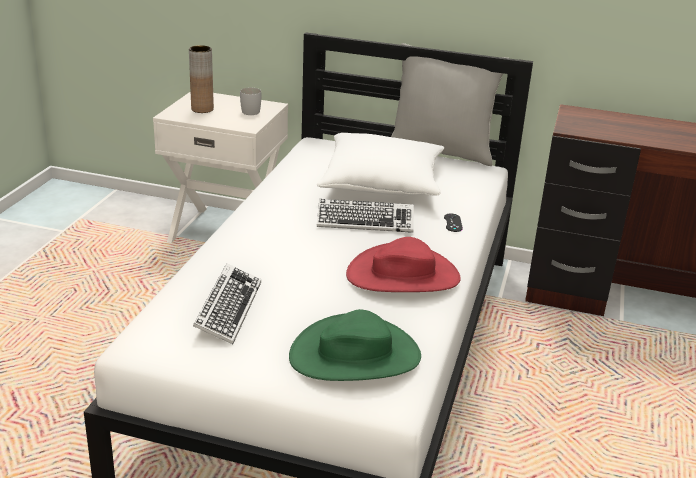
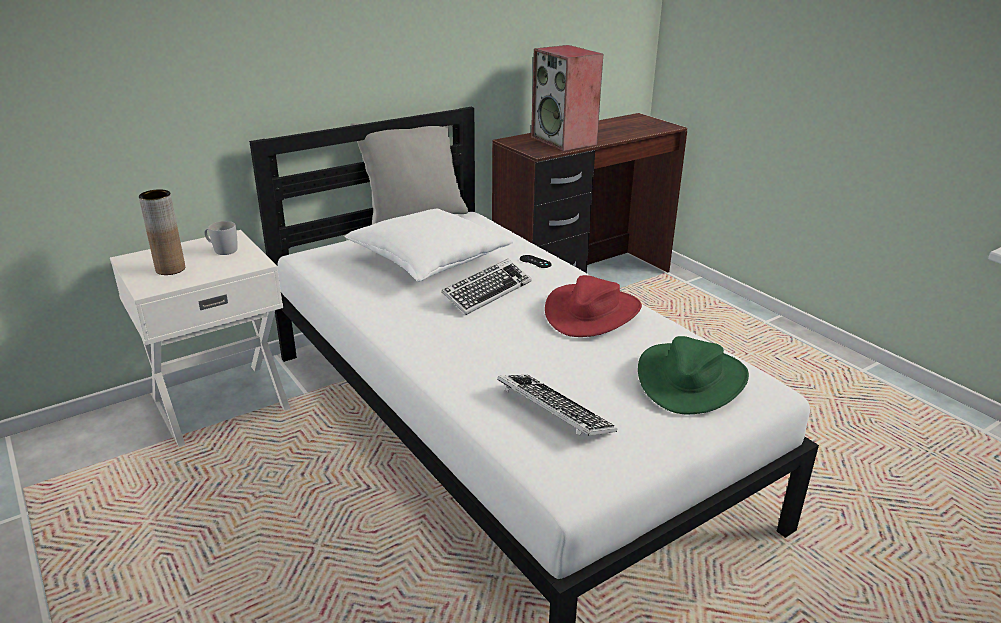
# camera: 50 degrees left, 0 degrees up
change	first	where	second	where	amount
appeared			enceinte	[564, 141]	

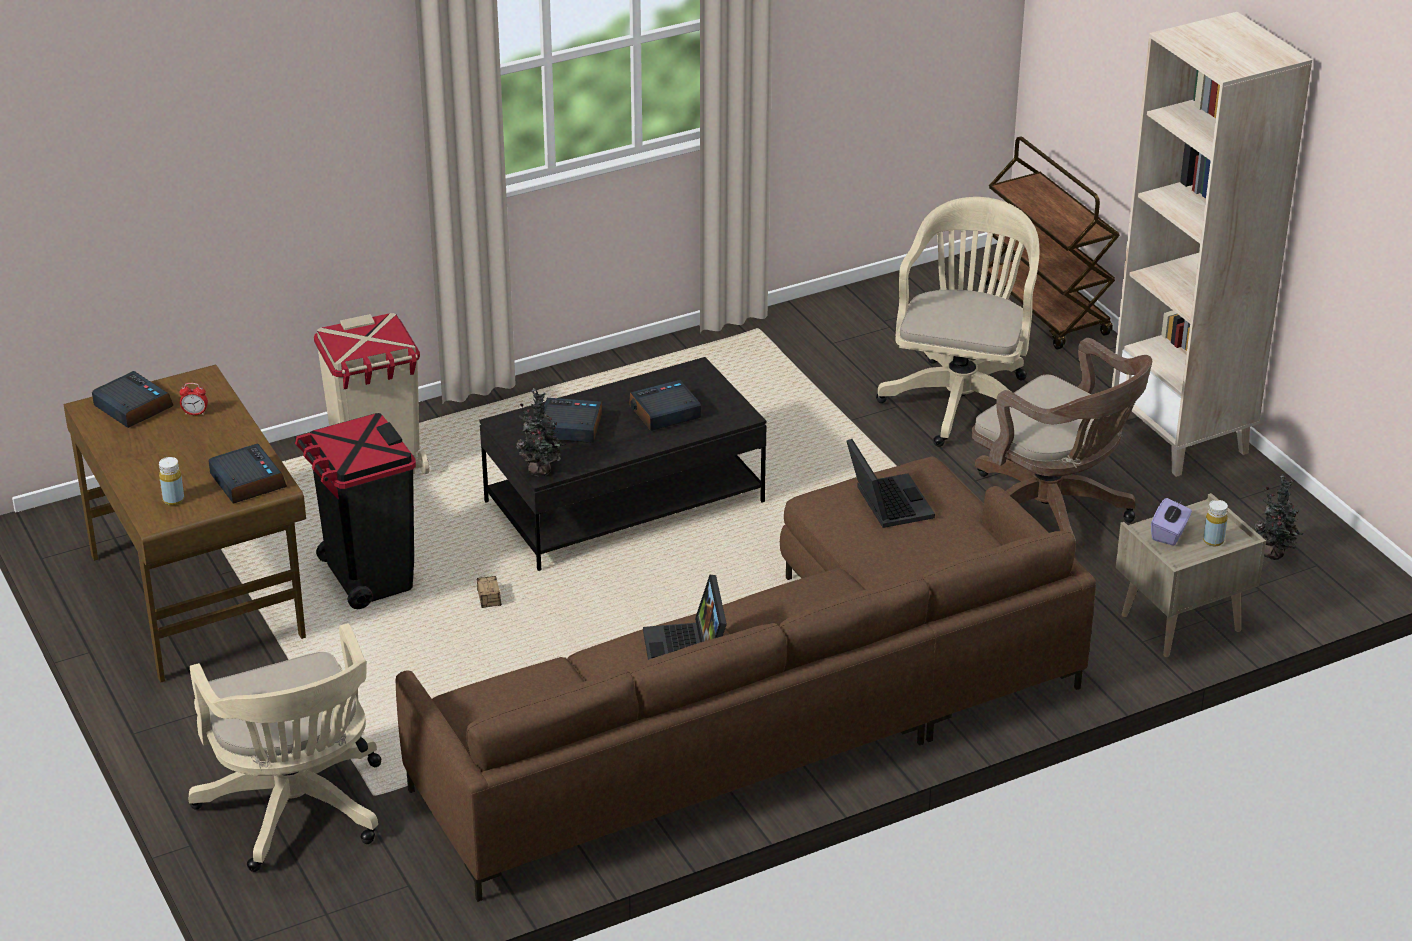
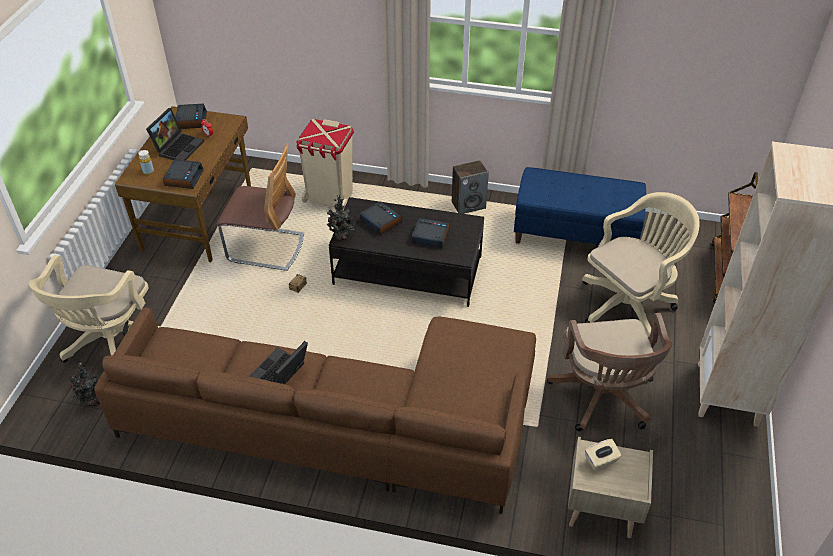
# camera: 40 degrees right, 10 degrees up
change	first	where	second	where	amount
relocated	plante en pot	[1275, 555]		[94, 403]	
relocated	ordinateur portable	[886, 502]		[178, 146]	
exchanged	poubelle/noir	[368, 578]	chaise	[266, 248]	
appeared			enceinte	[468, 205]	
appeared			banc/bleu	[575, 235]	
colour	boîte à mouchoirs/violet	[1169, 533]	boîte à mouchoirs/beige	[601, 461]	
missing	bouteille/jaune	[1213, 541]			

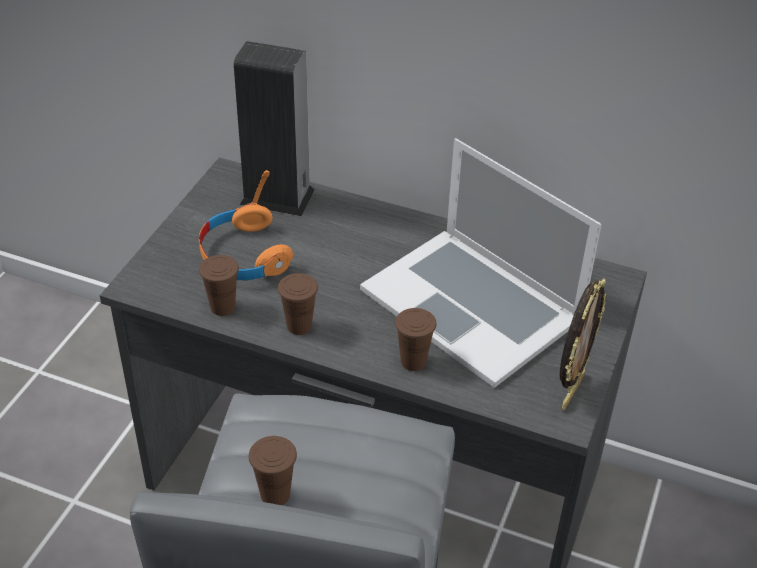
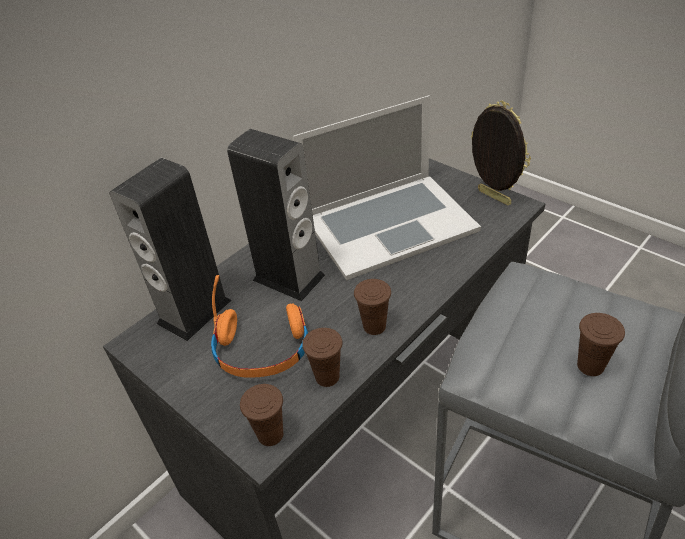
# camera: 65 degrees left, 0 degrees up
change	first	where	second	where	amount
appeared			enceinte	[289, 277]	
relocated	tasse/marron	[413, 361]		[270, 434]	

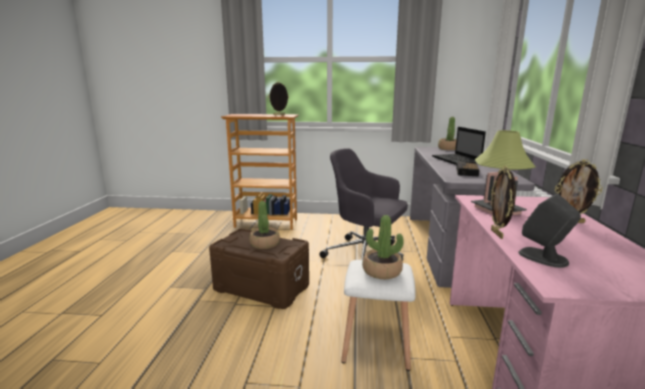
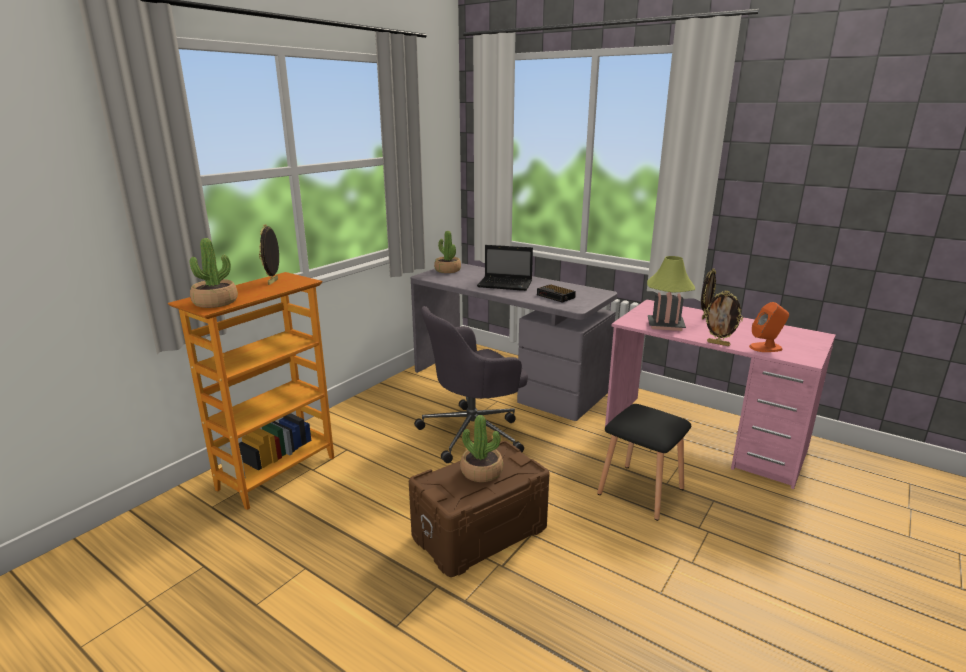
# camera: 60 degrees left, 5 degrees up
change	first	where	second	where	amount
relocated	plante en pot	[382, 271]		[215, 302]	
colour	tabouret/blanc	[375, 343]	tabouret/noir	[639, 491]	
colour	enceinte/gris	[543, 258]	enceinte/orange	[766, 347]	

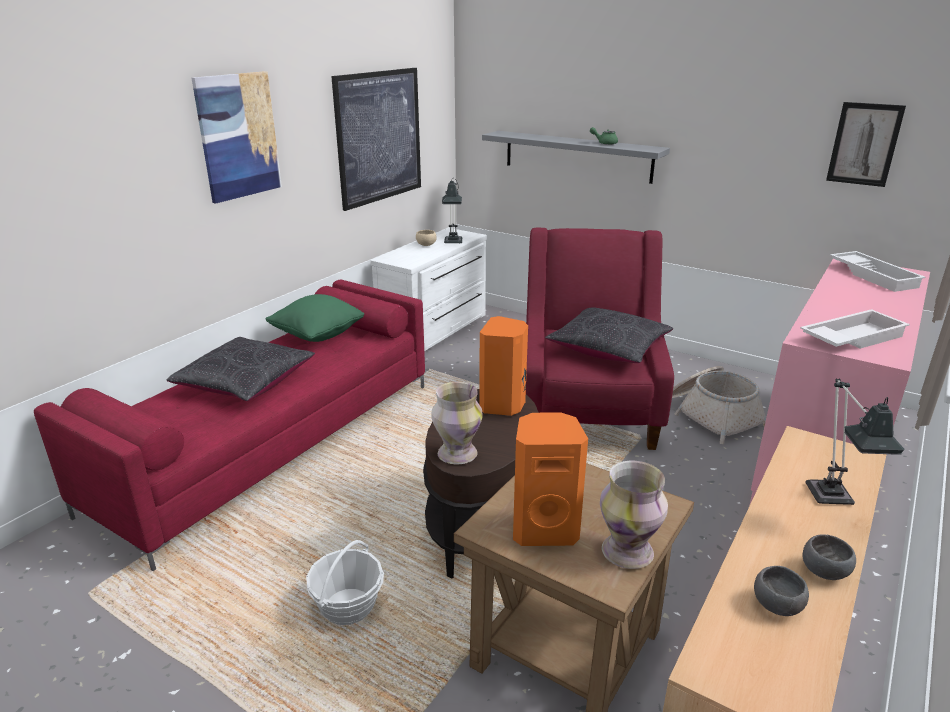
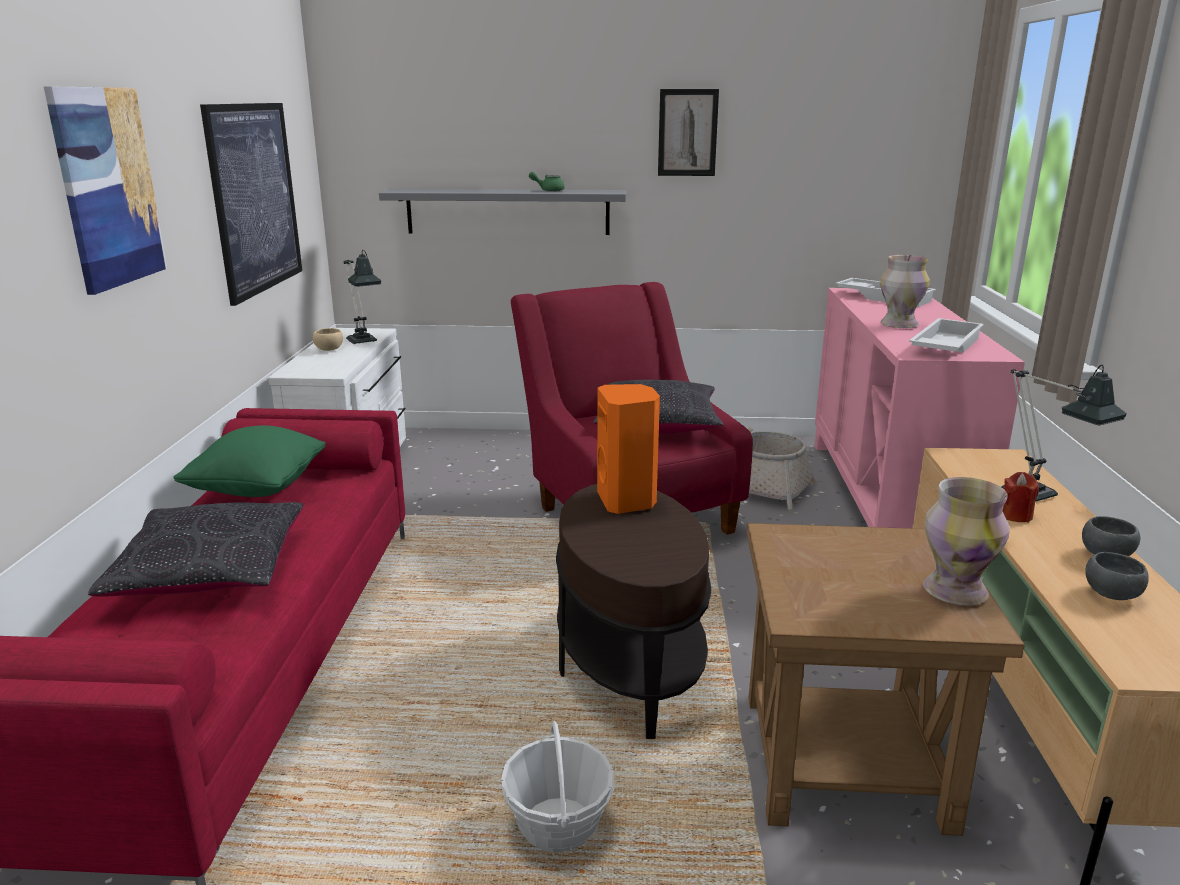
# camera: 30 degrees left, 5 degrees down
change	first	where	second	where	amount
relocated	tableau	[864, 144]		[687, 133]	
relocated	vase	[456, 454]		[898, 325]	
appeared			bougie/rouge	[1015, 516]	
missing	enceinte/orange	[544, 529]			

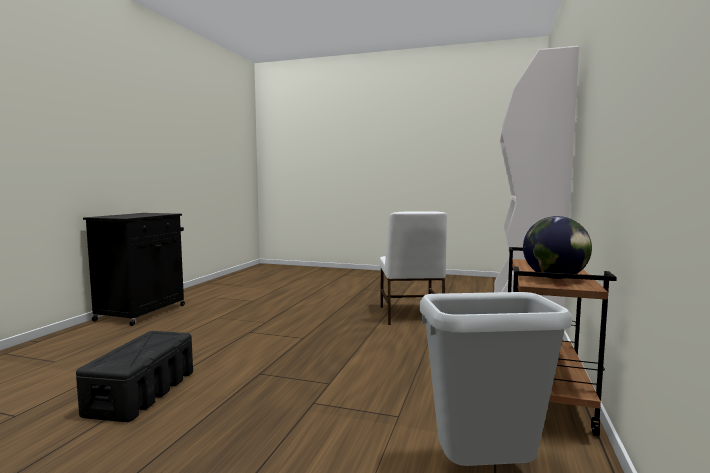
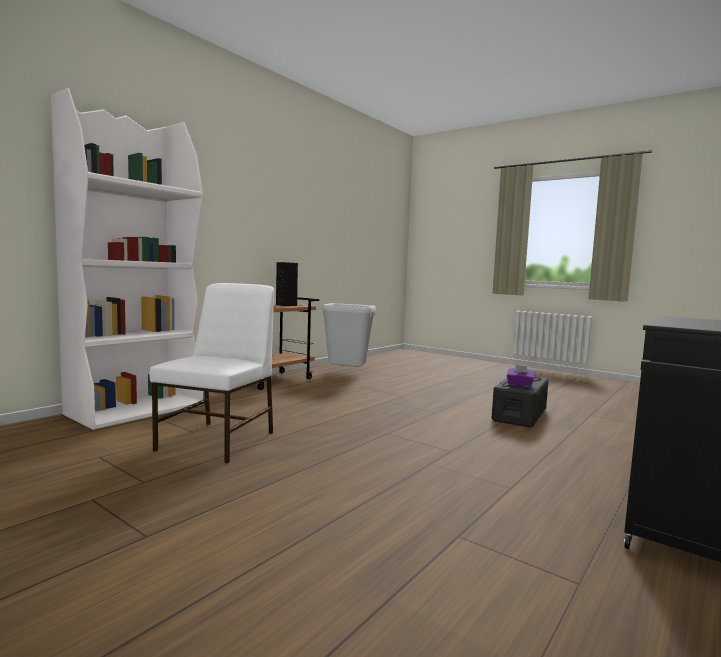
# camera: 160 degrees left, 0 degrees up
change	first	where	second	where	amount
exchanged	globe	[554, 278]	enceinte/noir	[287, 305]	
appeared			boîte à mouchoirs/violet	[520, 385]	

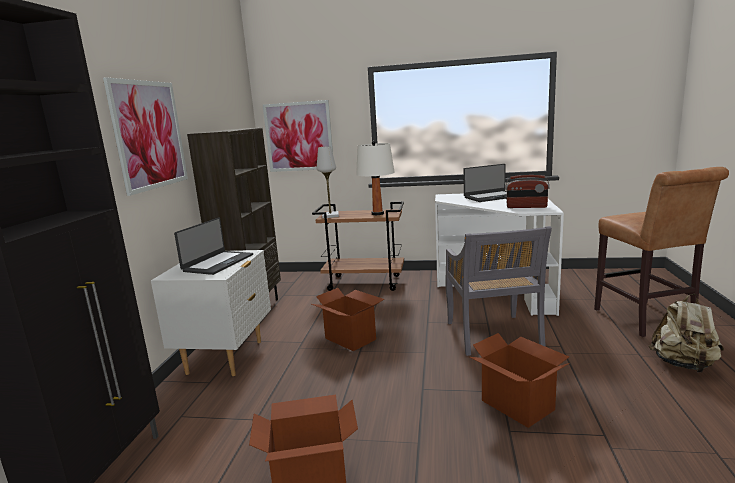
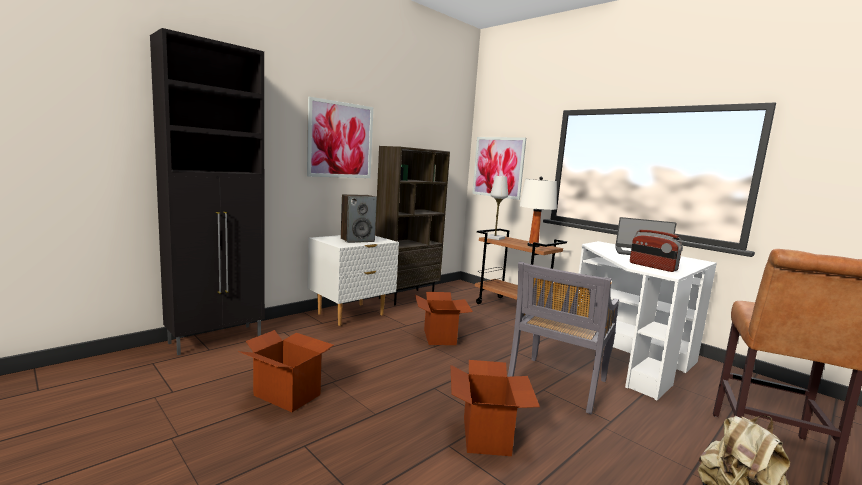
# camera: 35 degrees right, 5 degrees down
change	first	where	second	where	amount
exchanged	ordinateur portable	[217, 263]	enceinte	[357, 240]	

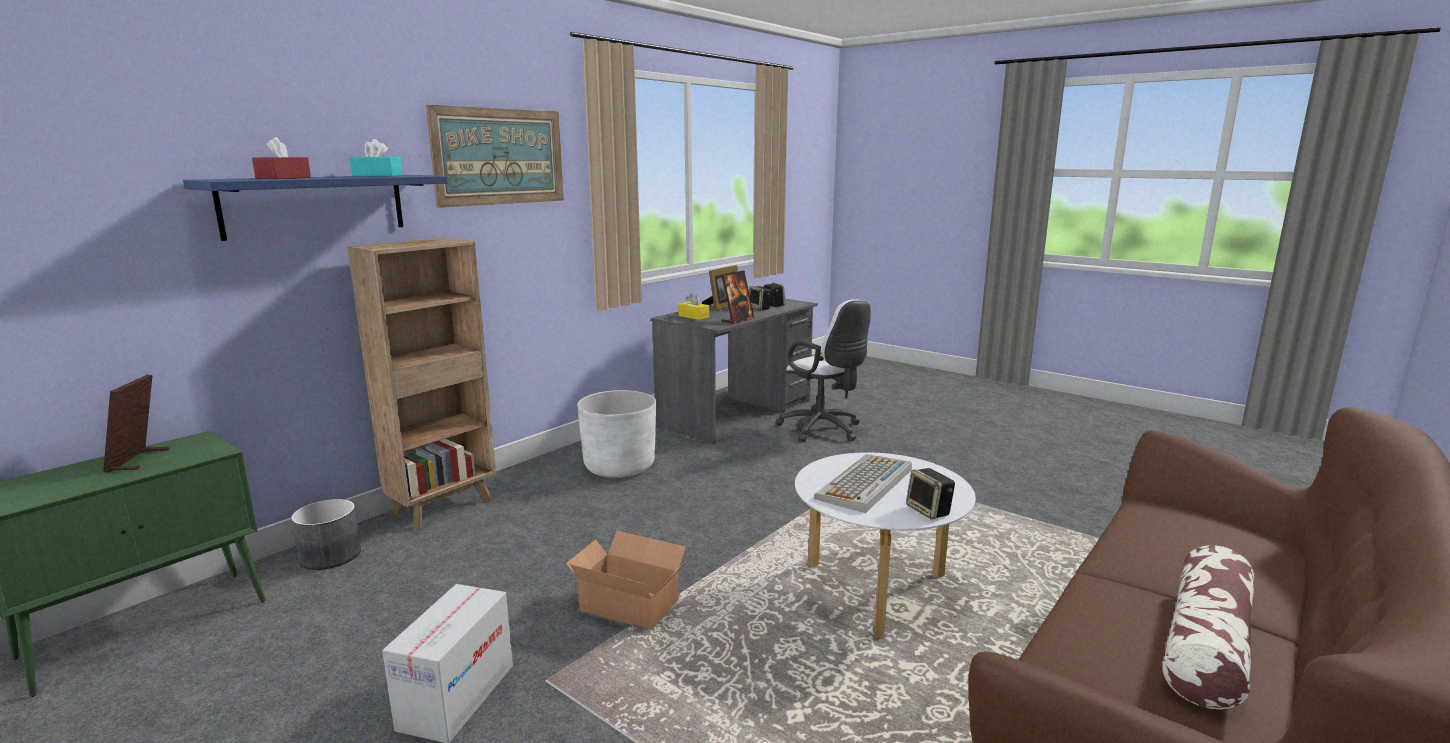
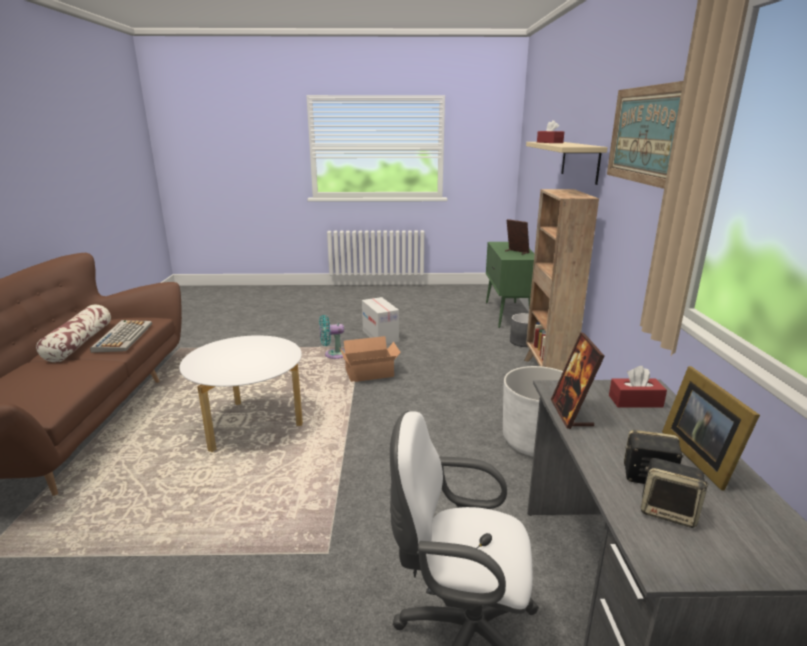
# camera: 140 degrees right, 5 degrees up
change	first	where	second	where	amount
relocated	clavier	[865, 484]		[123, 337]	
appeared			ventilateur/turquoise	[333, 354]	
colour	étagère/bleu	[315, 205]	étagère/beige	[580, 161]	
colour	boîte à mouchoirs/jaune	[693, 316]	boîte à mouchoirs/rouge	[635, 401]	
missing	boîte à mouchoirs/turquoise	[377, 176]			
missing	enceinte	[929, 511]			

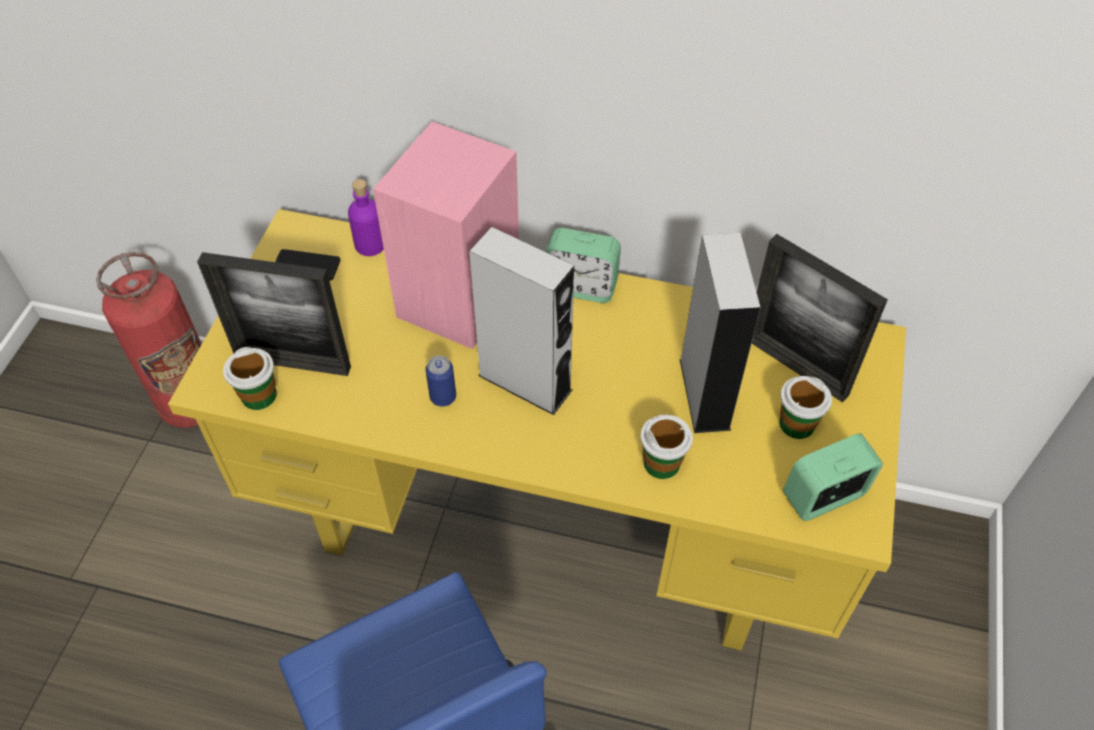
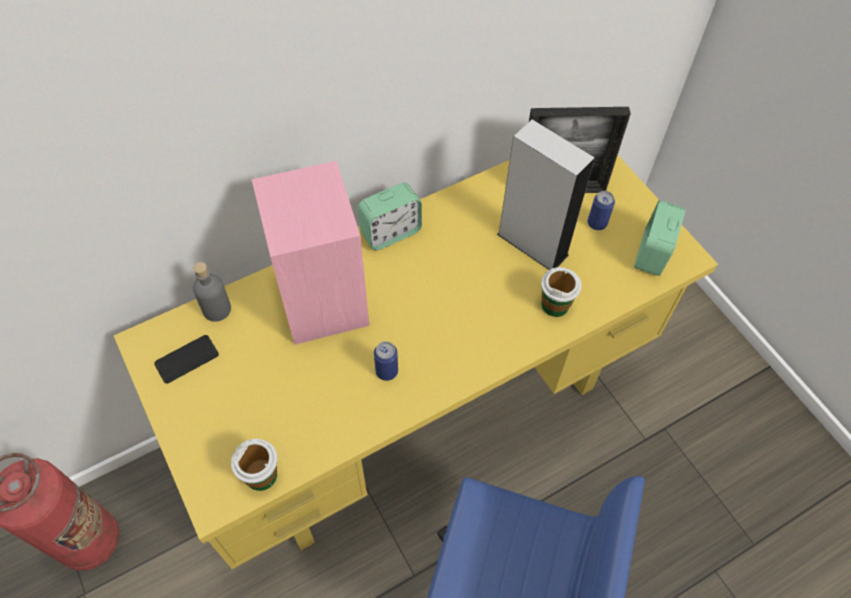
# camera: 45 degrees left, 5 degrees up
change	first	where	second	where	amount
colour	bouteille/violet	[370, 245]	bouteille/gris	[217, 309]	
exchanged	tasse	[796, 424]	boîte métallique	[597, 223]	
missing	cadre photo	[293, 363]			
missing	enceinte/gris	[525, 382]			

